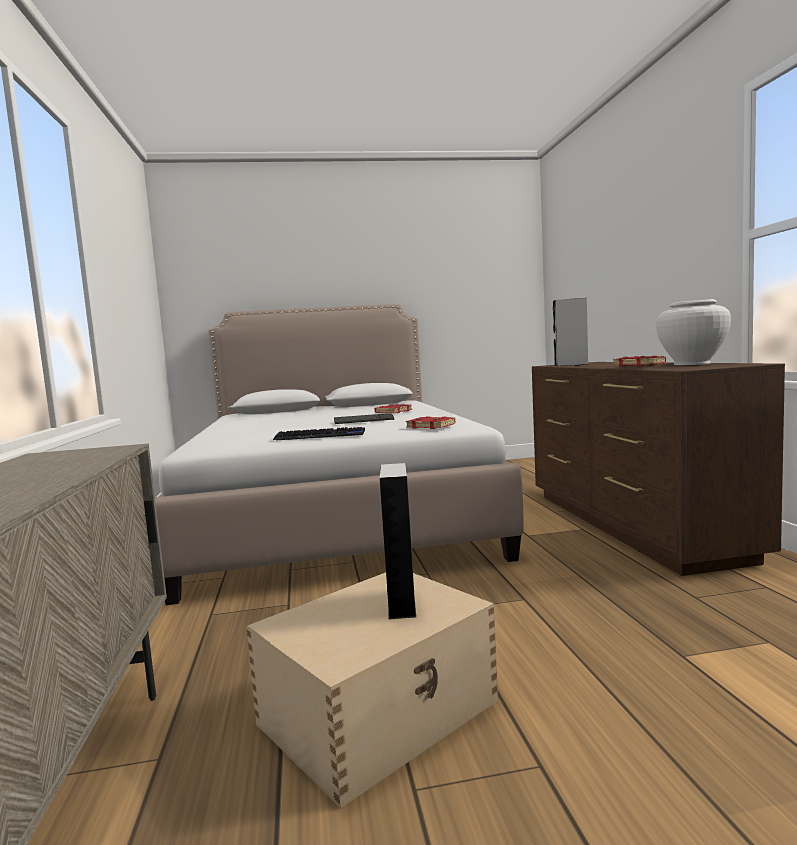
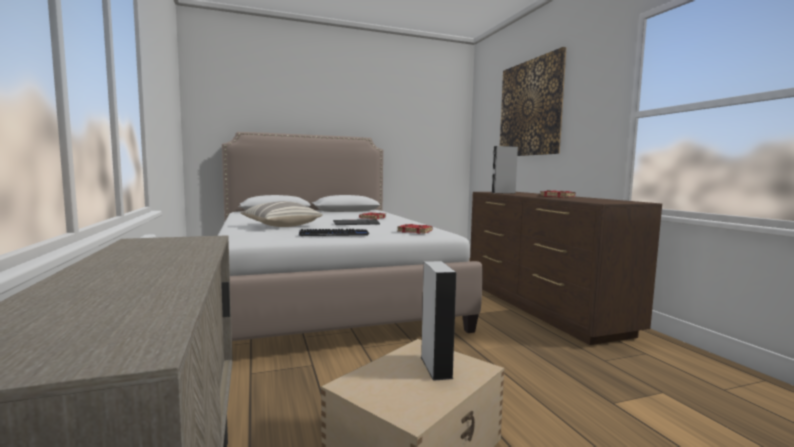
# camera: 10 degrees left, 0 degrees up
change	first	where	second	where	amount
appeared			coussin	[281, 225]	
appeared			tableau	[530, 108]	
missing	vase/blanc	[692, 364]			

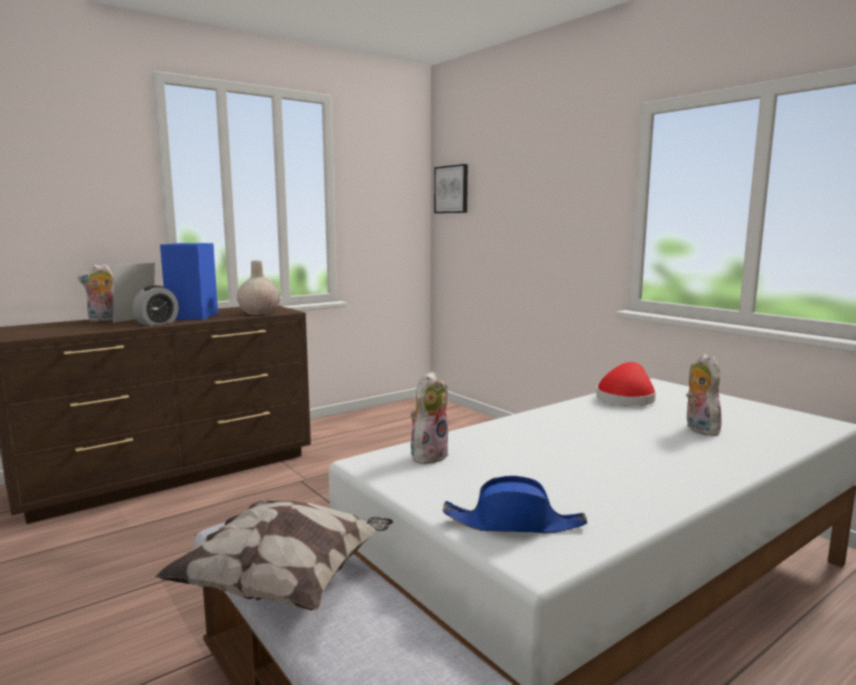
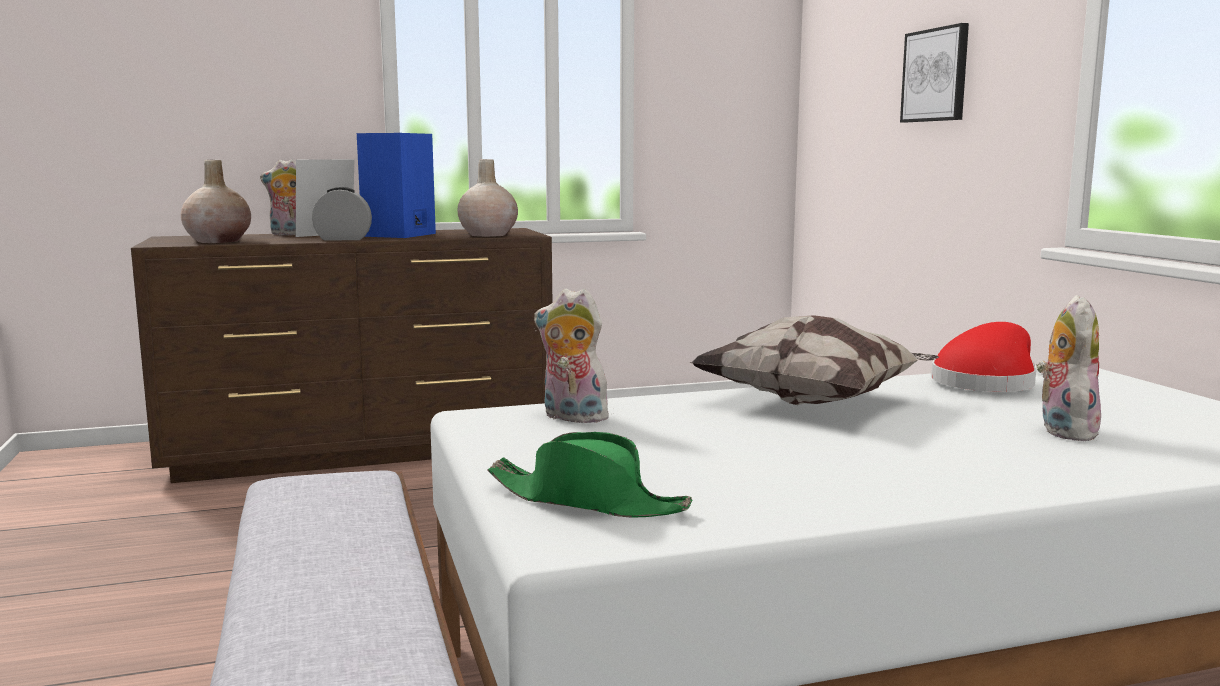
# camera: 20 degrees right, 0 degrees up
change	first	where	second	where	amount
appeared			vase/beige	[218, 241]	
spun	réveil	[157, 323]		[343, 239]	150 degrees counterclockwise
colour	chapeau/bleu	[514, 523]	chapeau/vert	[588, 500]	
spun	peluche	[428, 455]		[571, 418]	120 degrees counterclockwise
relocated	coussin	[287, 582]		[815, 401]	
relocated	tableau	[452, 189]		[936, 75]	

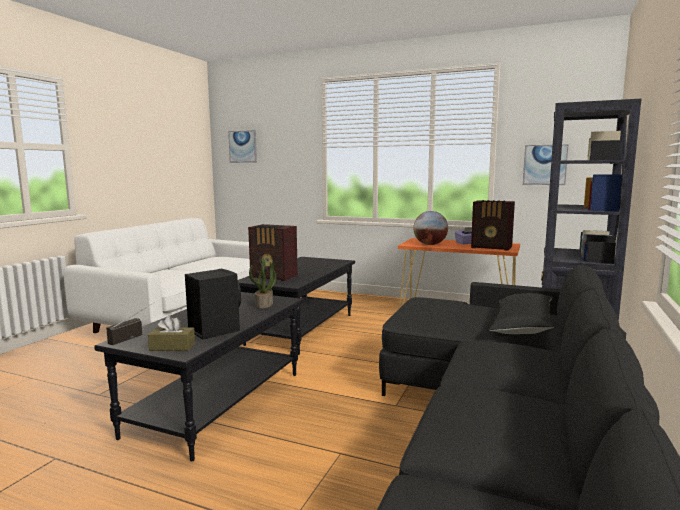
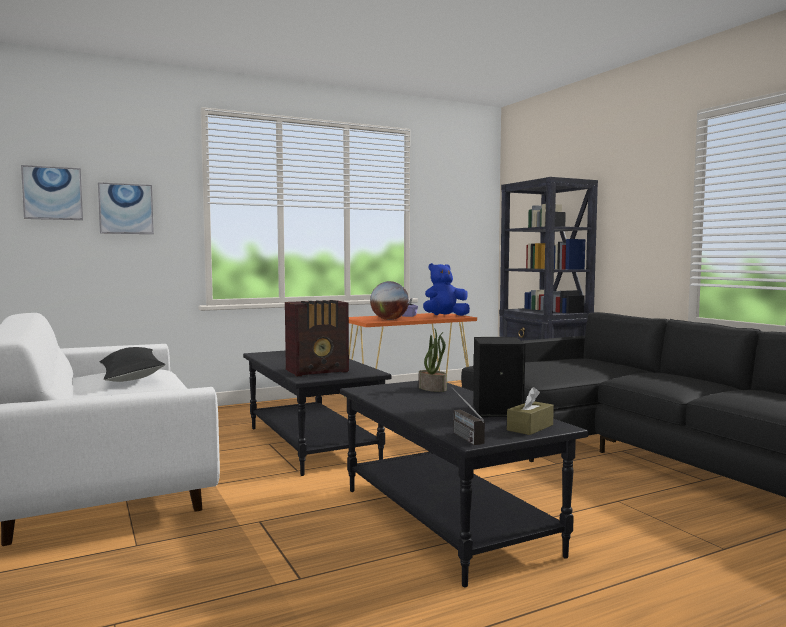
# camera: 50 degrees left, 5 degrees down
change	first	where	second	where	amount
relocated	tableau	[545, 165]		[126, 209]	
relocated	coussin/noir	[522, 325]		[131, 376]	
exchanged	radio	[492, 247]	peluche/bleu	[444, 316]	

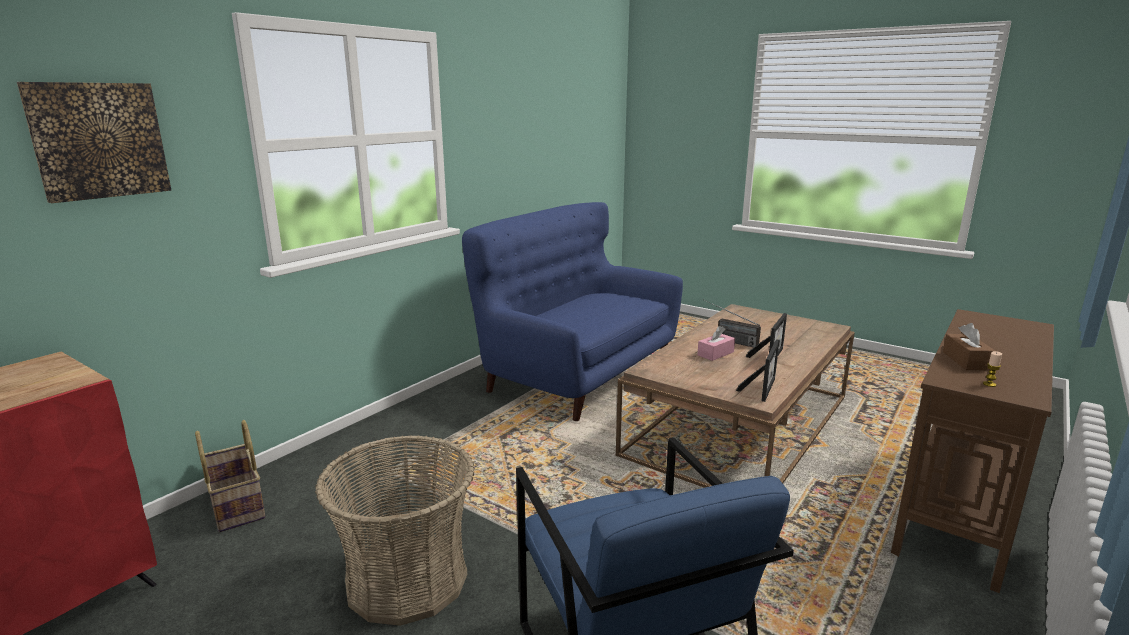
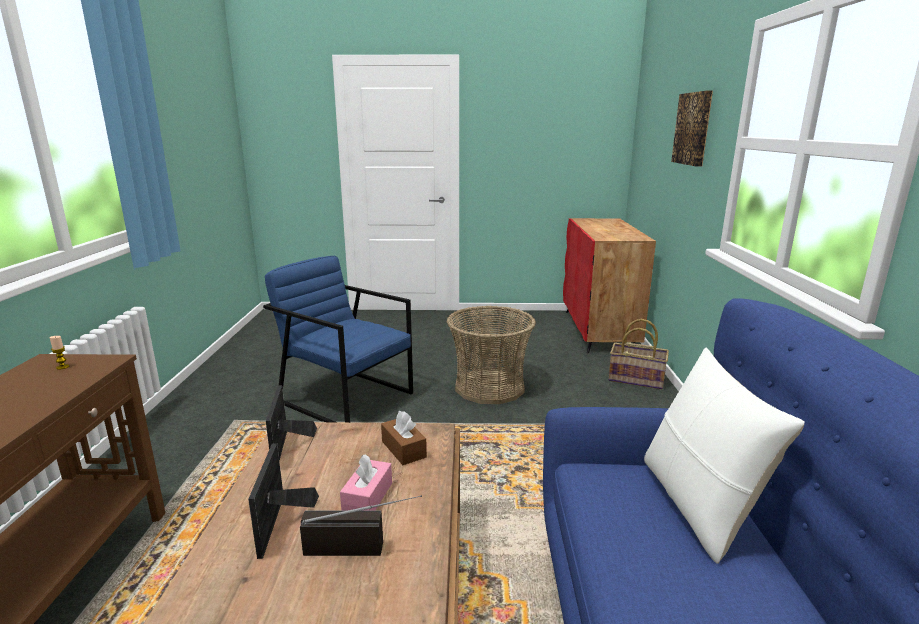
# camera: 145 degrees right, 0 degrees up
change	first	where	second	where	amount
relocated	boîte à mouchoirs/marron	[966, 361]		[403, 449]	
appeared			coussin/blanc	[698, 505]	

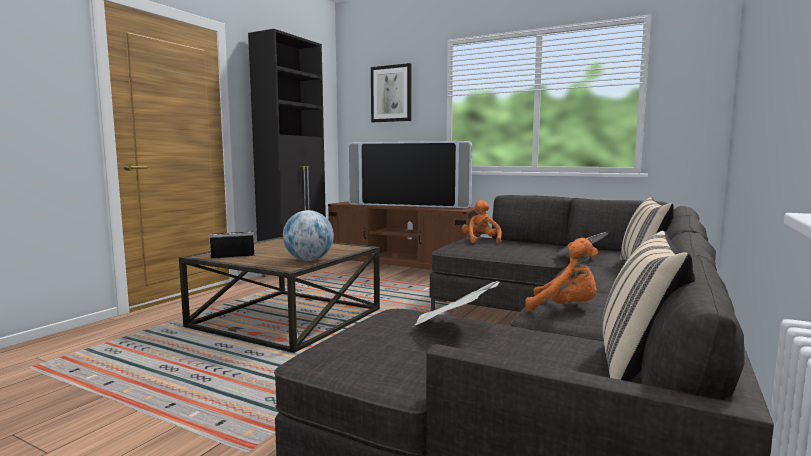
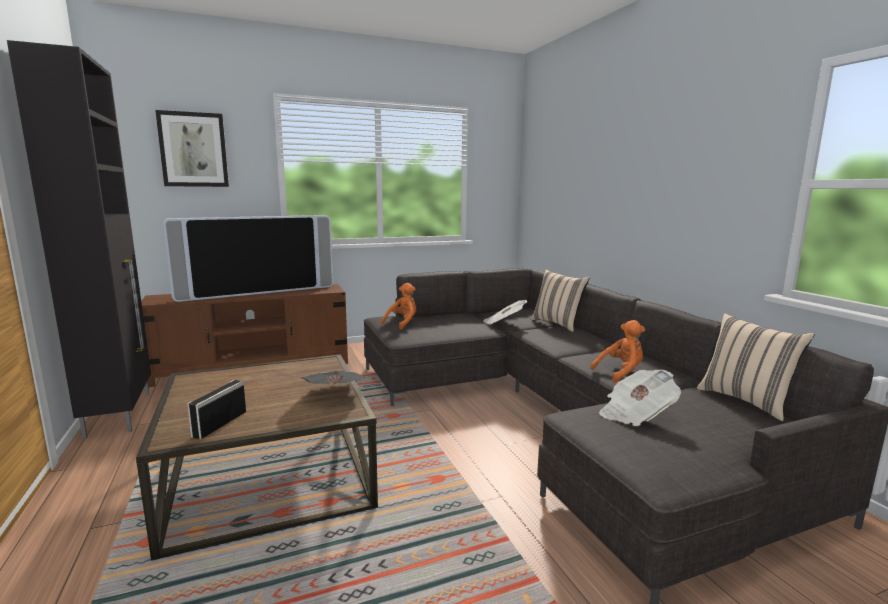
# camera: 50 degrees left, 5 degrees up
change	first	where	second	where	amount
exchanged	globe	[309, 260]	journal	[334, 395]	
spun	peluche/orange	[481, 241]		[402, 323]	90 degrees clockwise

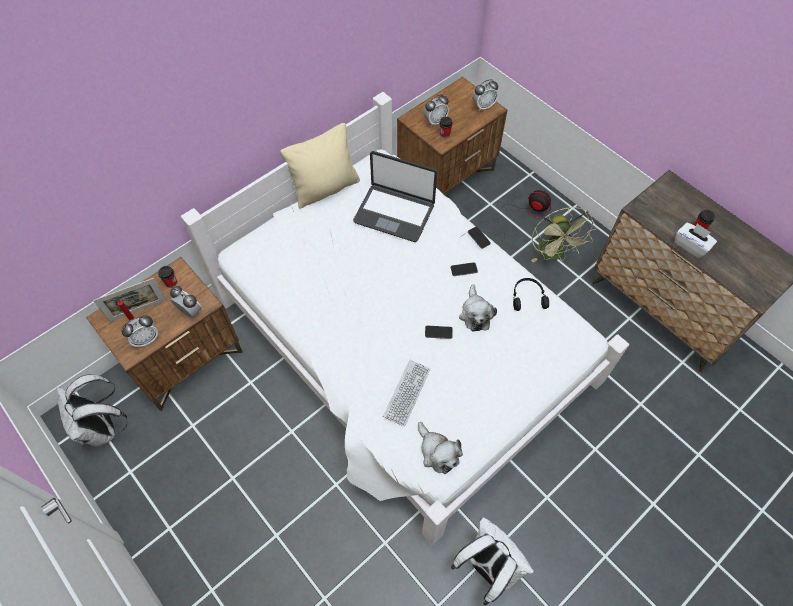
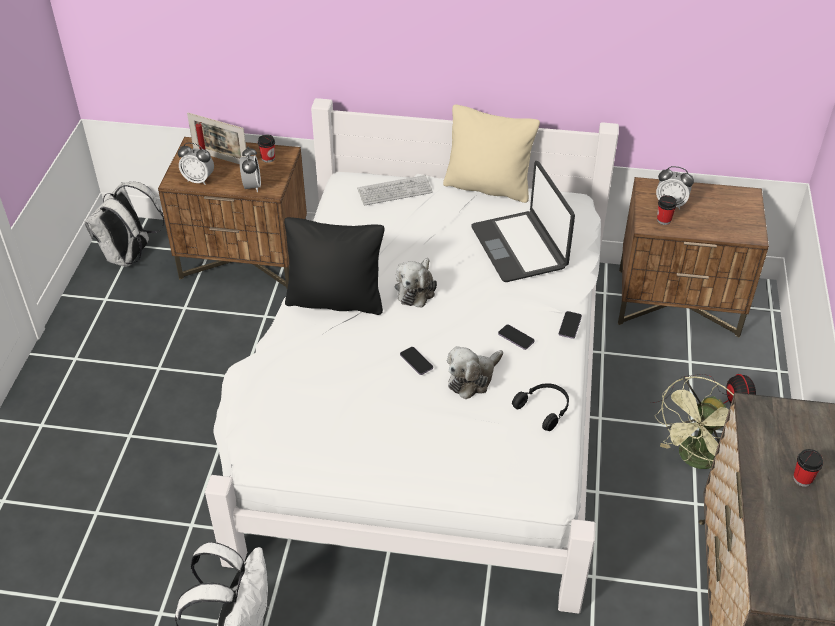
# camera: 50 degrees right, 15 degrees down
change	first	where	second	where	amount
appeared			coussin/noir	[336, 300]	
relocated	clavier	[407, 393]		[395, 191]	
relocated	peluche	[437, 452]		[416, 289]	
missing	réveil	[483, 106]			
missing	boîte à mouchoirs/blanc	[691, 245]			

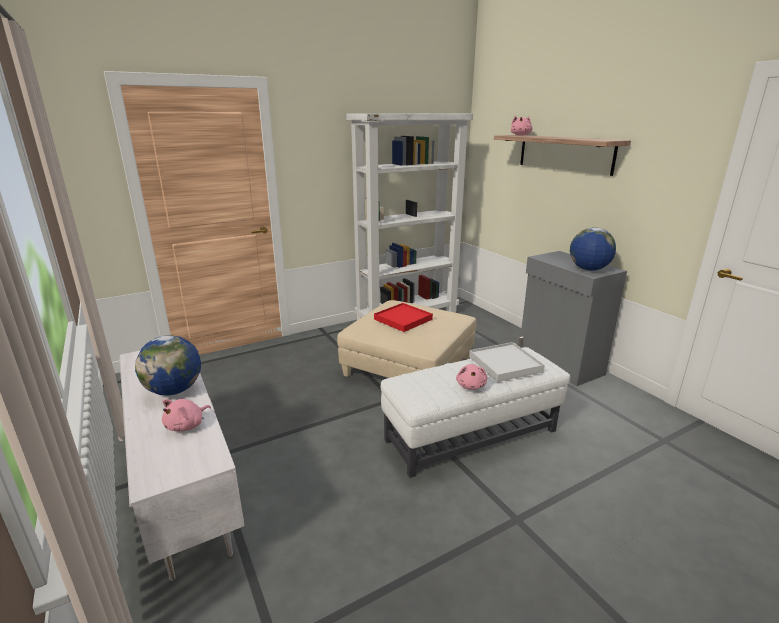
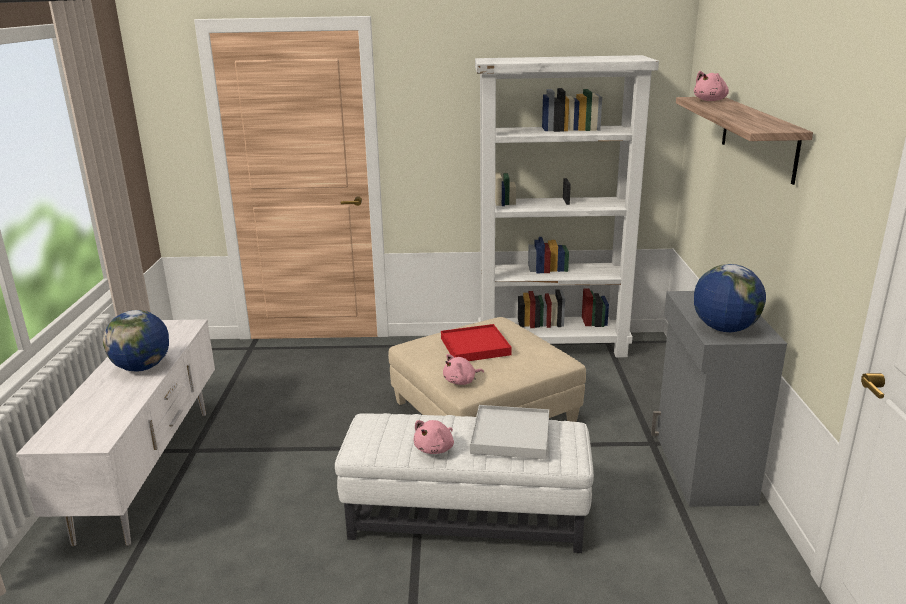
# camera: 30 degrees right, 0 degrees up
change	first	where	second	where	amount
relocated	peluche/rose	[187, 425]		[461, 381]	

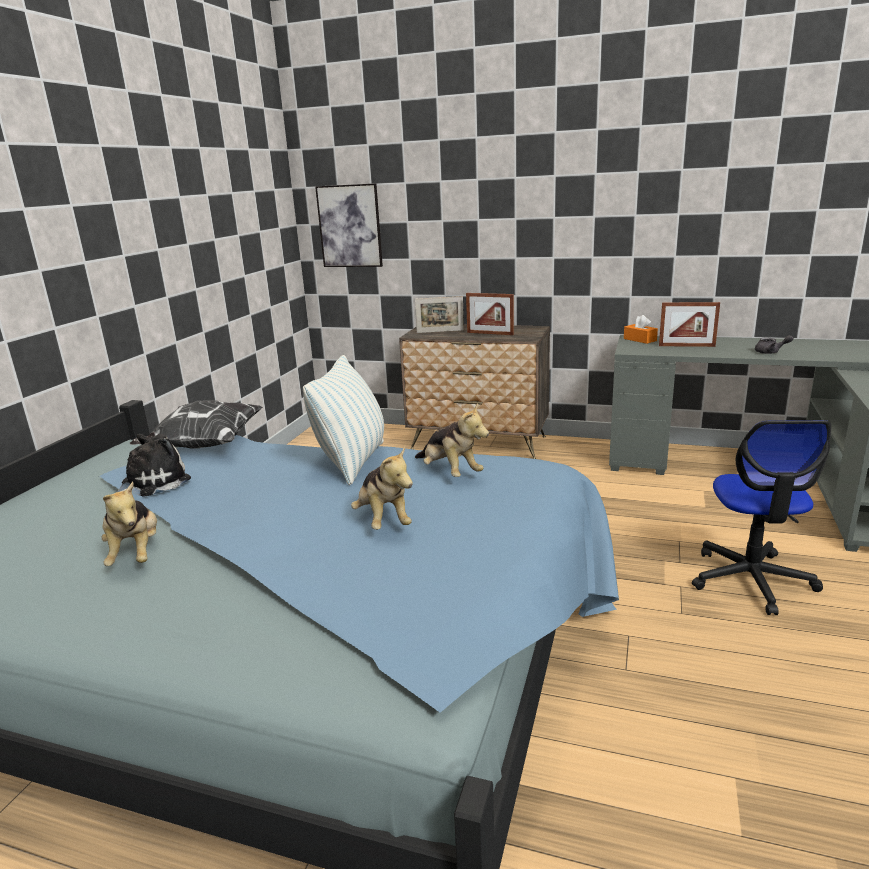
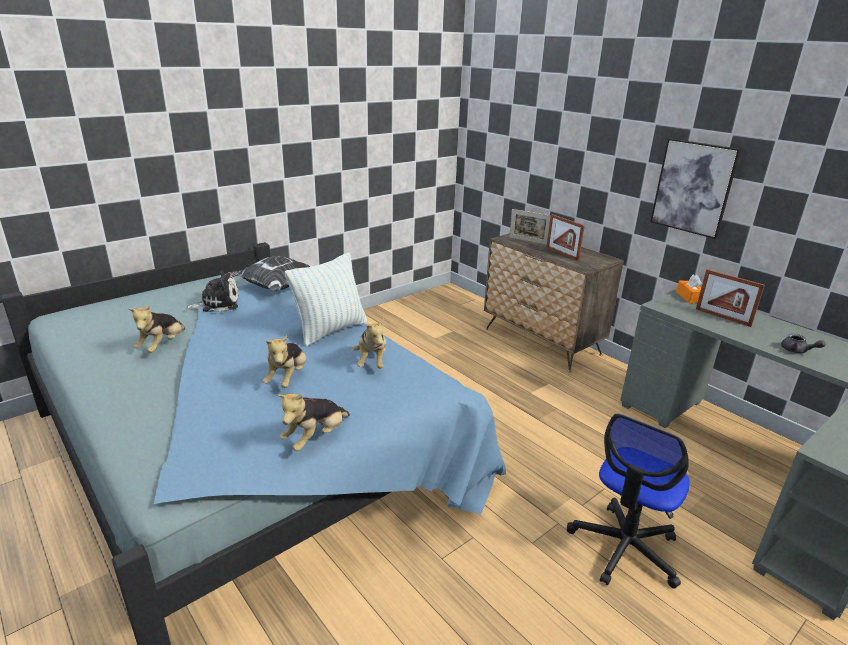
# camera: 30 degrees right, 5 degrees up
change	first	where	second	where	amount
appeared			peluche	[315, 438]	
relocated	tableau	[350, 226]		[693, 187]	

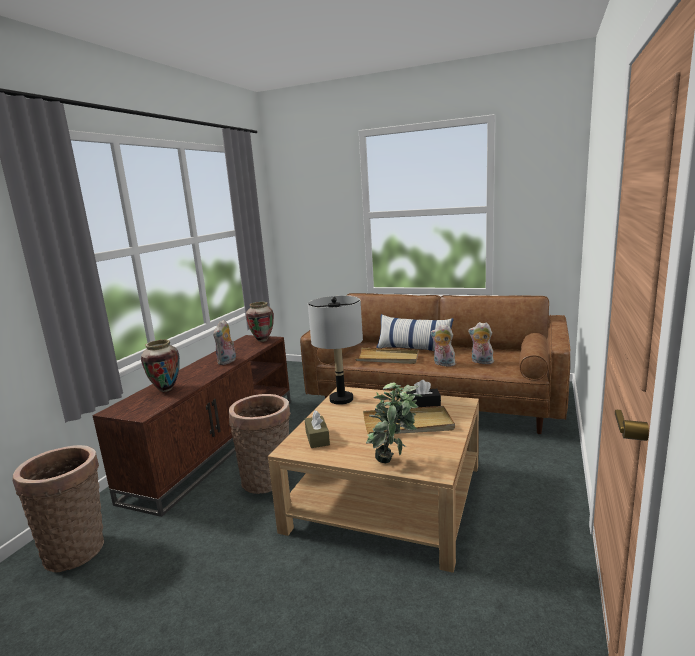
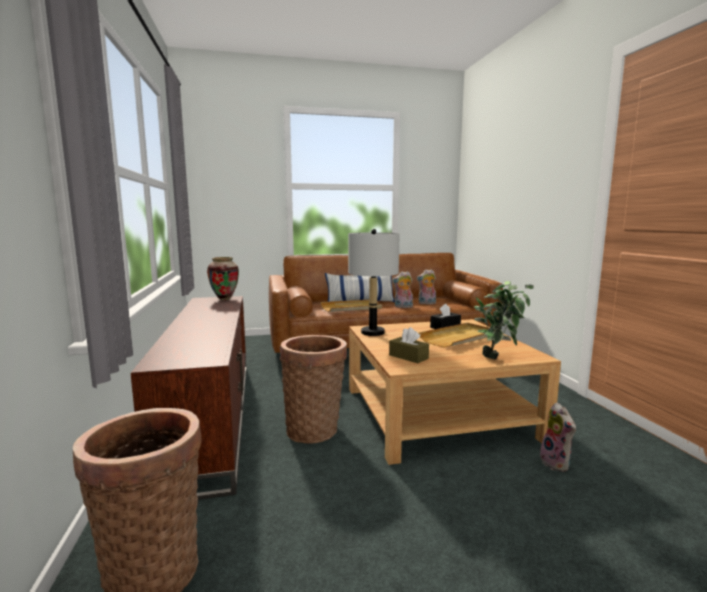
# camera: 35 degrees left, 5 degrees down
change	first	where	second	where	amount
relocated	peluche	[227, 362]		[557, 463]	
missing	vase	[166, 389]			

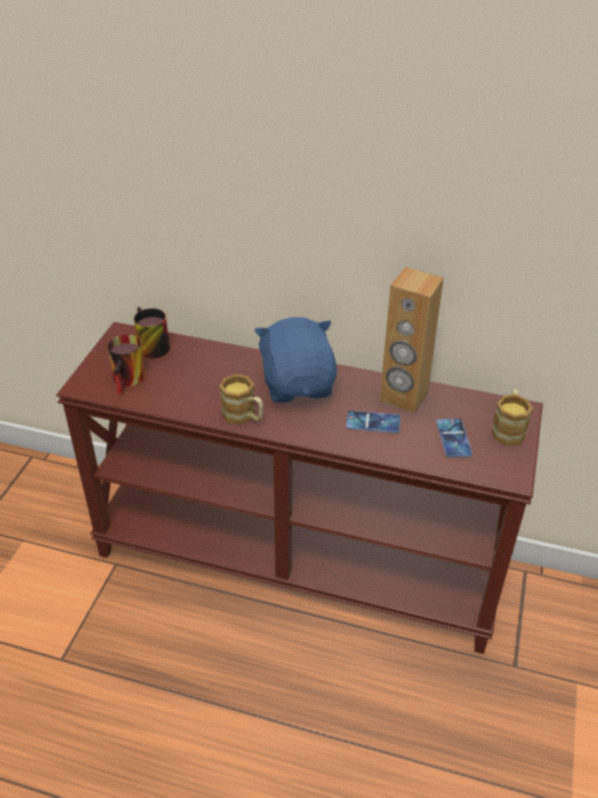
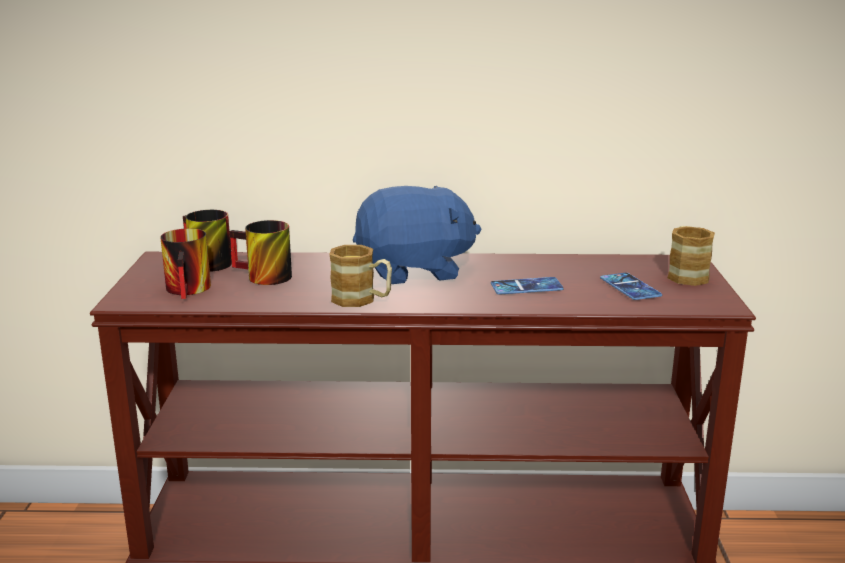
# camera: 15 degrees left, 20 degrees down
change	first	where	second	where	amount
appeared			mug	[261, 277]	
spun	peluche/bleu	[298, 384]		[414, 270]	105 degrees clockwise
missing	enceinte/marron	[403, 397]			

